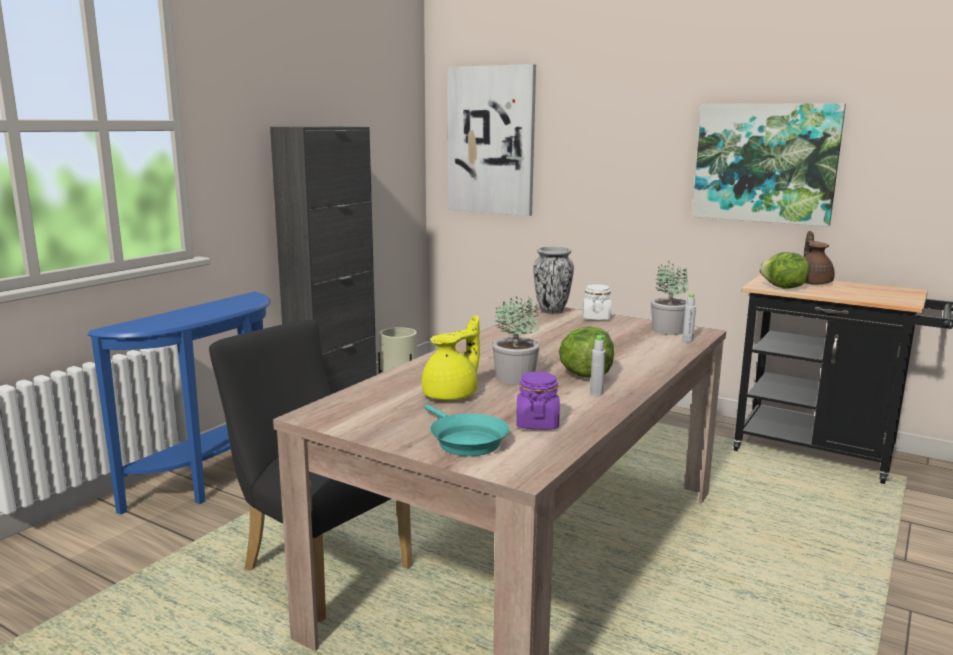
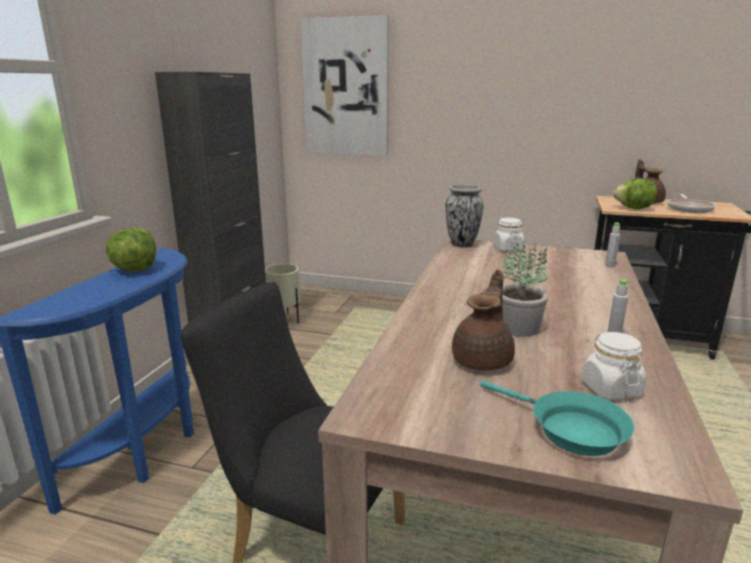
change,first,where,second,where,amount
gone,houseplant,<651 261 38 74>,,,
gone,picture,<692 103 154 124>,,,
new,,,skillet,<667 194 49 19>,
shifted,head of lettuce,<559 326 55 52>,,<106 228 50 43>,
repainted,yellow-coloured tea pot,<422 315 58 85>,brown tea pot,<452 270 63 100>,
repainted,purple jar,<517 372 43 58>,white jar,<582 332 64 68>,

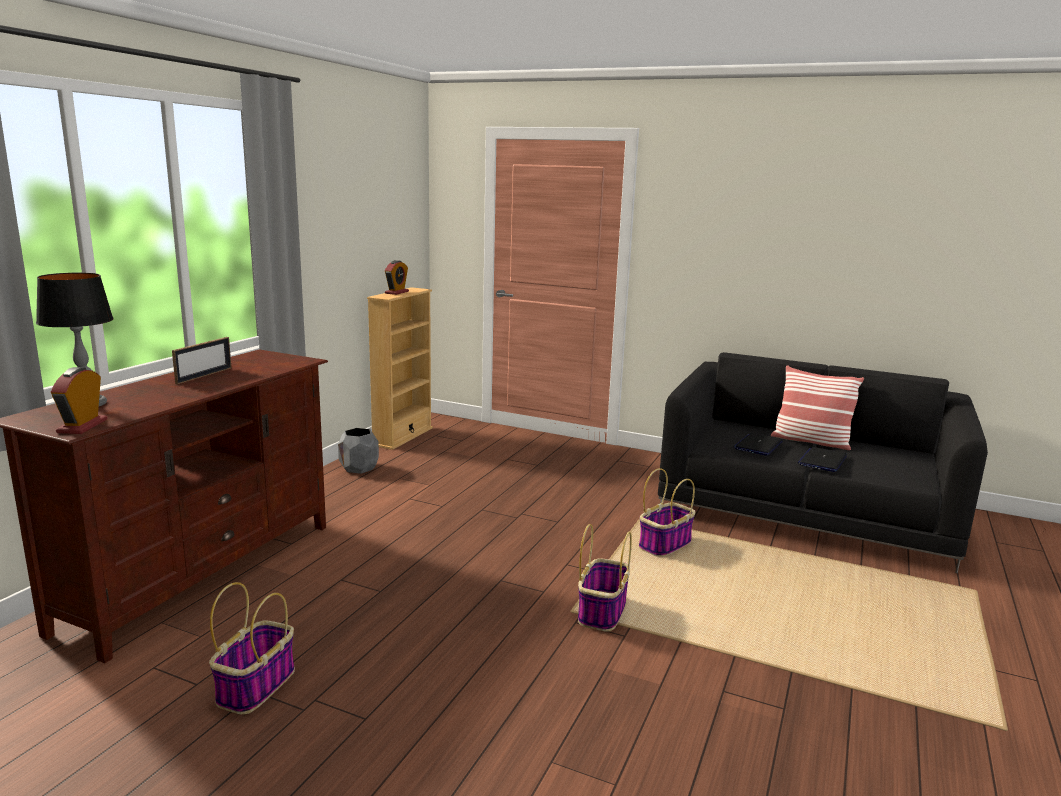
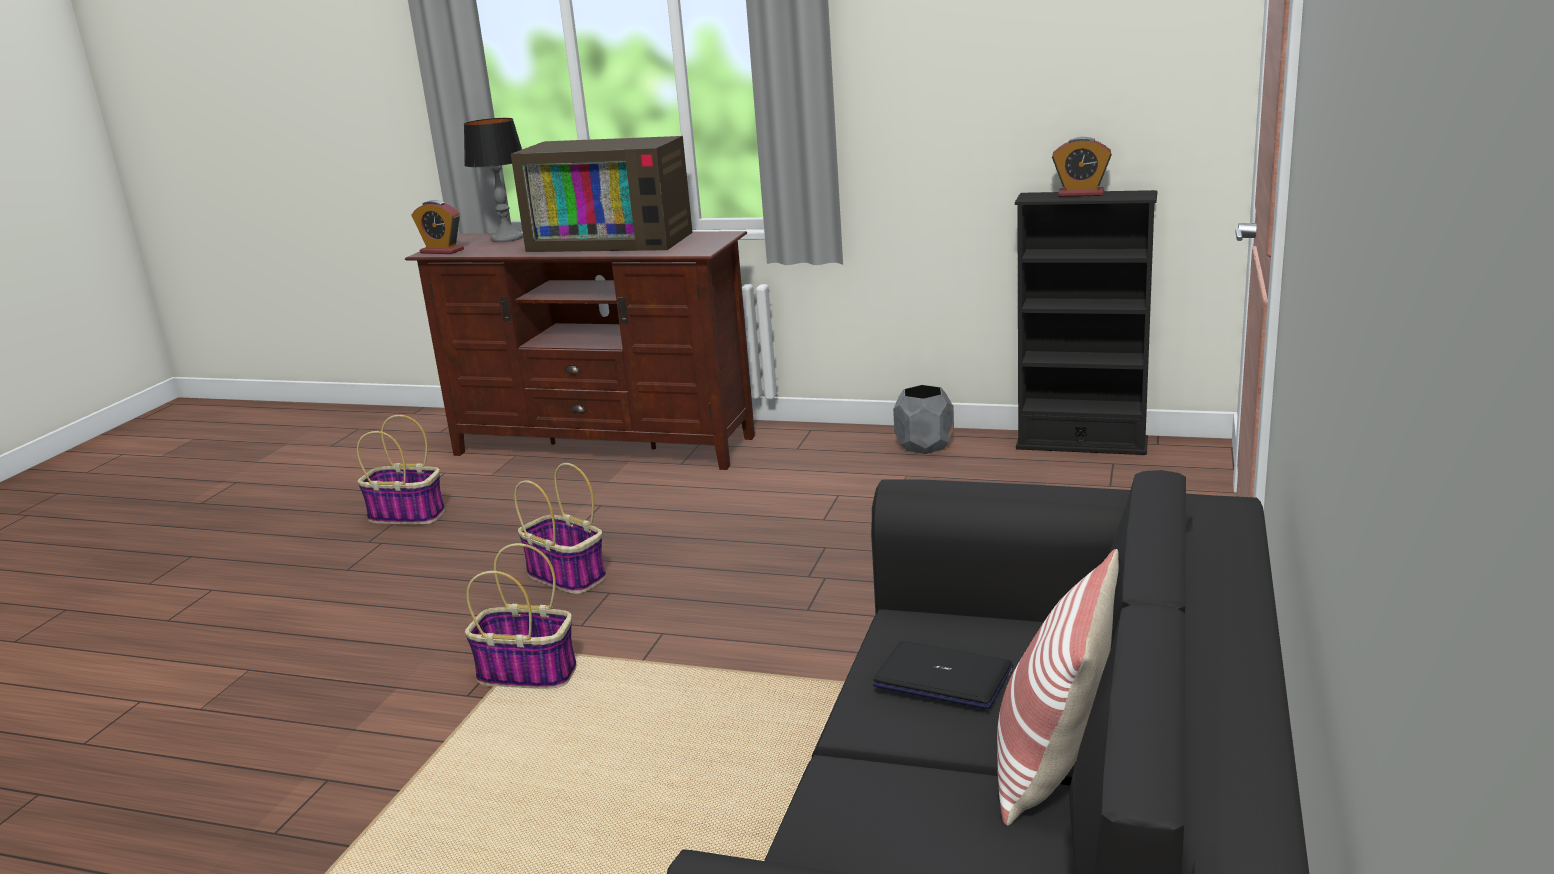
change,first,where,second,where,amount
gone,laptop,<798 447 49 25>,,,
shifted,storage basket,<639 468 56 89>,,<514 463 92 131>,
swapped,standing frame,<172 337 59 47>,TV set,<511 136 182 116>,
repainted,beige bookcase,<367 287 66 163>,blackish bookcase,<1015 190 142 265>,
rotated,alarm clock,<51 367 57 67>,,<412 200 52 54>,150 degrees counterclockwise

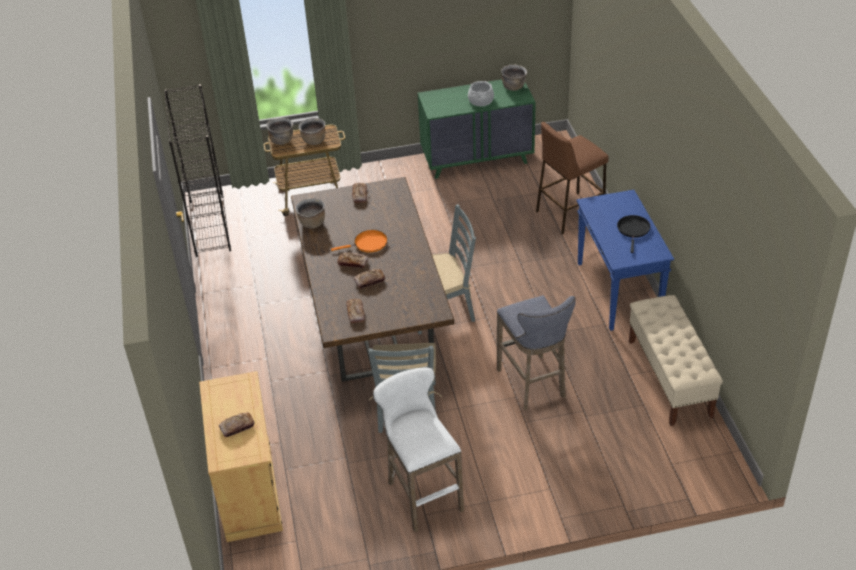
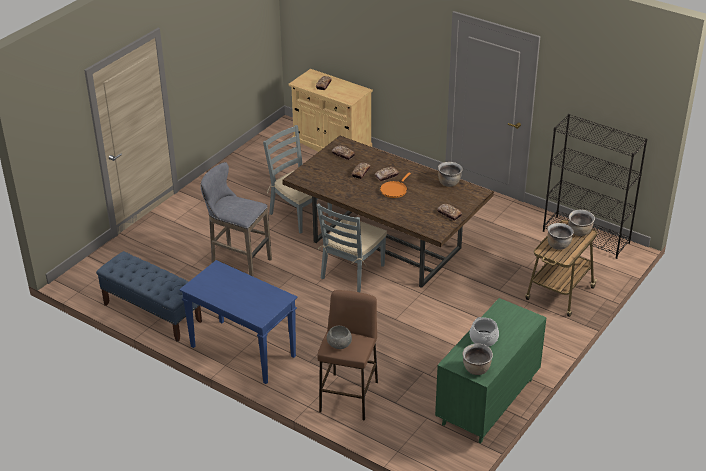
change,first,where,second,where,amount
gone,white stool,<373 367 91 165>,,,
gone,blackish skillet,<617 215 33 38>,,,
new,,,grey bowl,<327 326 25 23>,
repainted,beige long seat,<629 295 94 131>,bluish long seat,<96 251 106 91>,

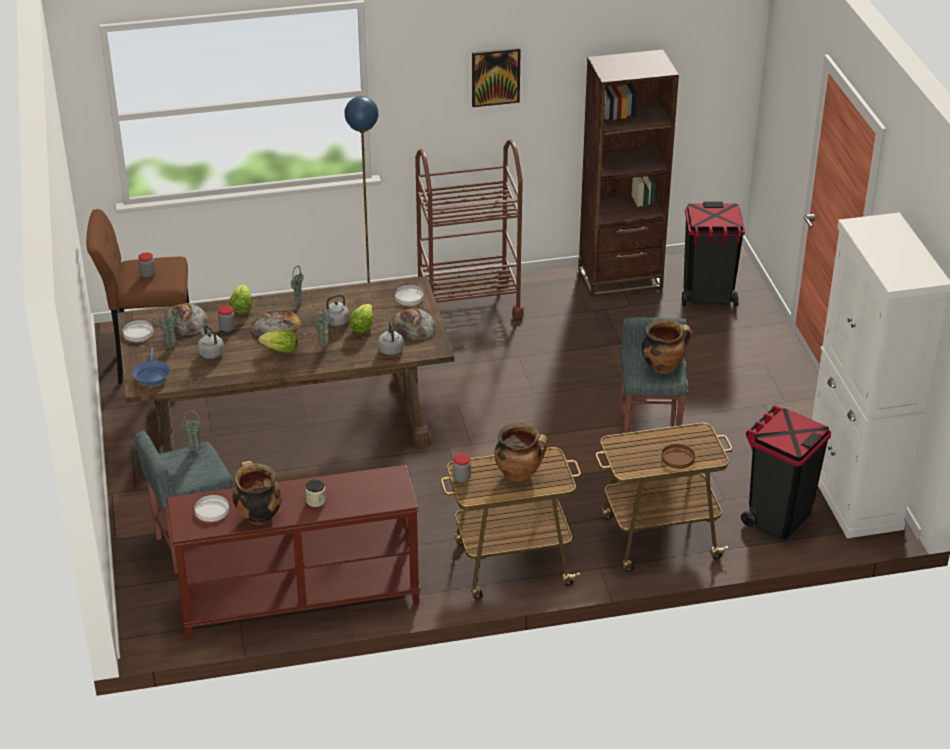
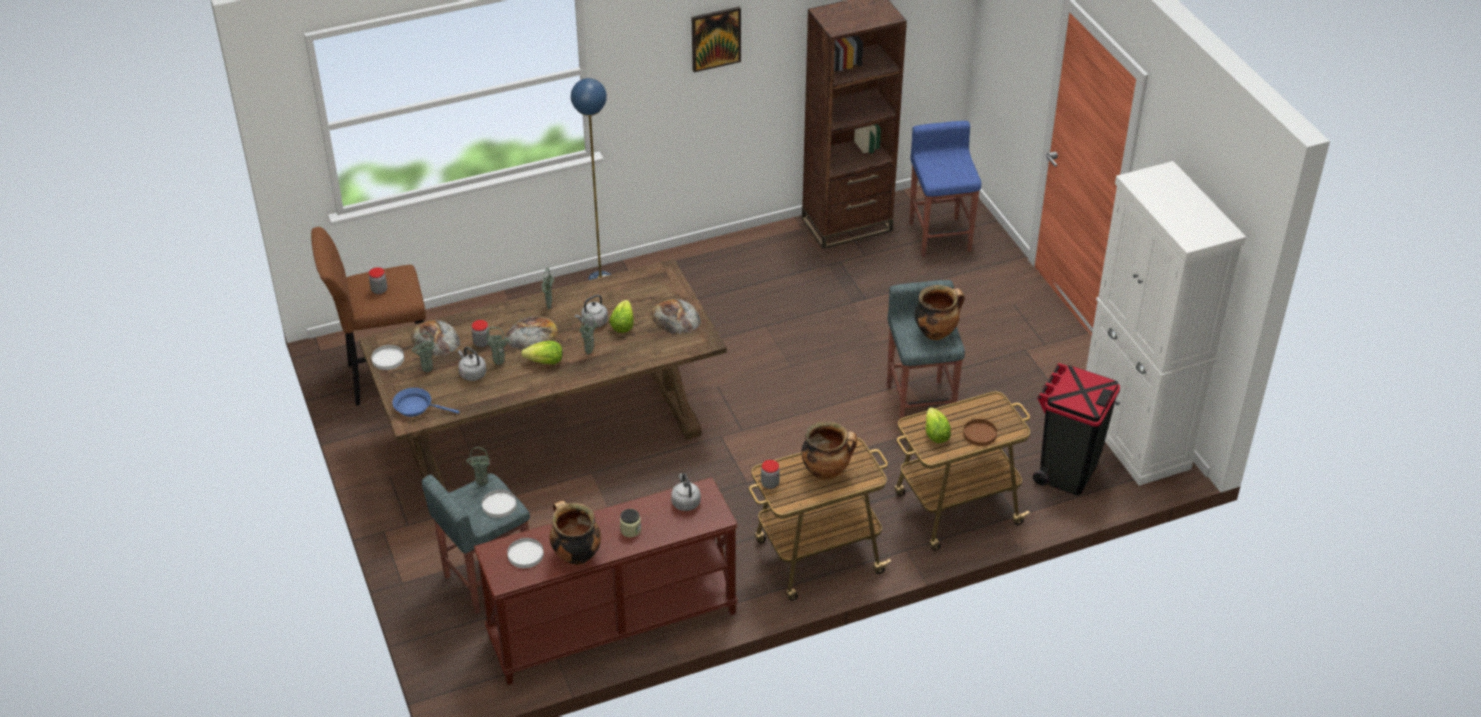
change,first,where,second,where,amount
gone,brown wheeled cart,<415 140 109 179>,,,
new,,,green-coloured vase,<486 327 24 38>,
shifted,head of lettuce,<229 284 23 30>,,<925 407 26 36>,
shifted,grey kettle,<378 321 25 34>,,<671 473 30 38>,
shifted,white dinner plate,<395 285 29 20>,,<482 489 35 29>,
swapped,blackish waste bin,<682 201 63 105>,bluish stool,<909 121 72 136>,
rotated,bluish skillet,<133 348 37 38>,,<392 388 67 29>,120 degrees clockwise

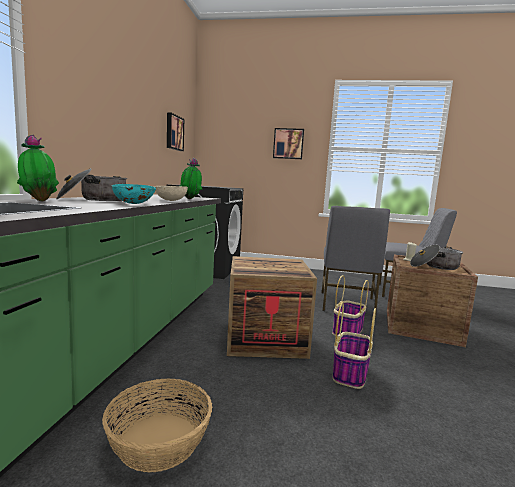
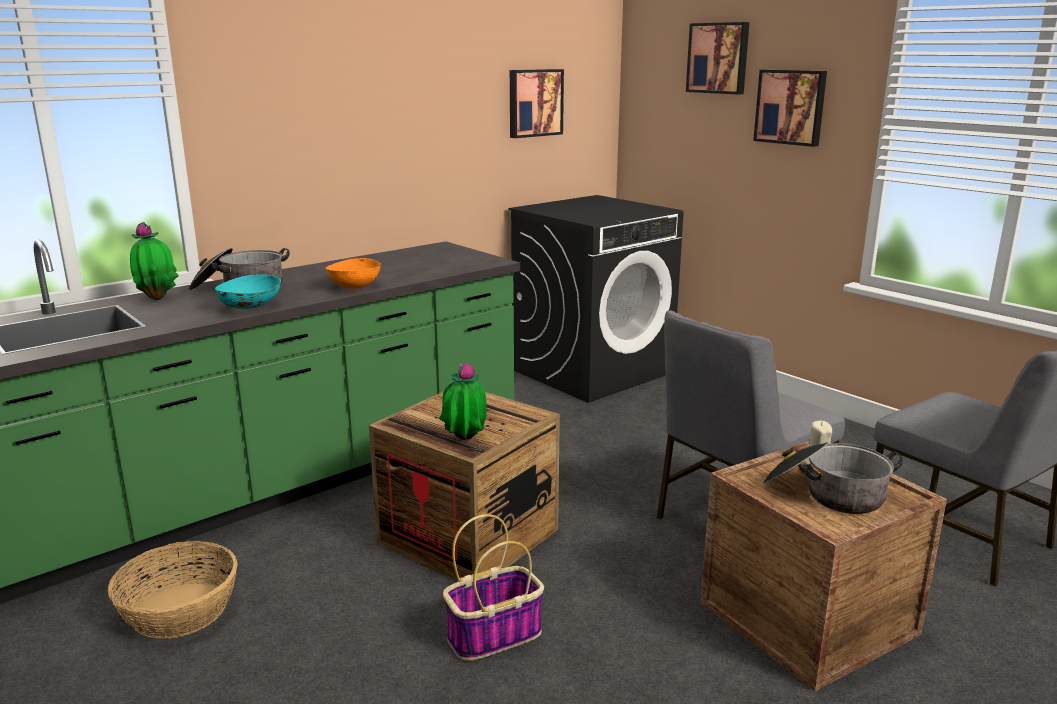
change,first,where,second,where,amount
gone,storage basket,<332 275 37 61>,,,
new,,,picture,<686 22 63 73>,
shifted,houseplant,<179 158 23 41>,,<439 362 48 78>,
repainted,beige bowl,<153 186 35 15>,orangey bowl,<326 258 55 31>,

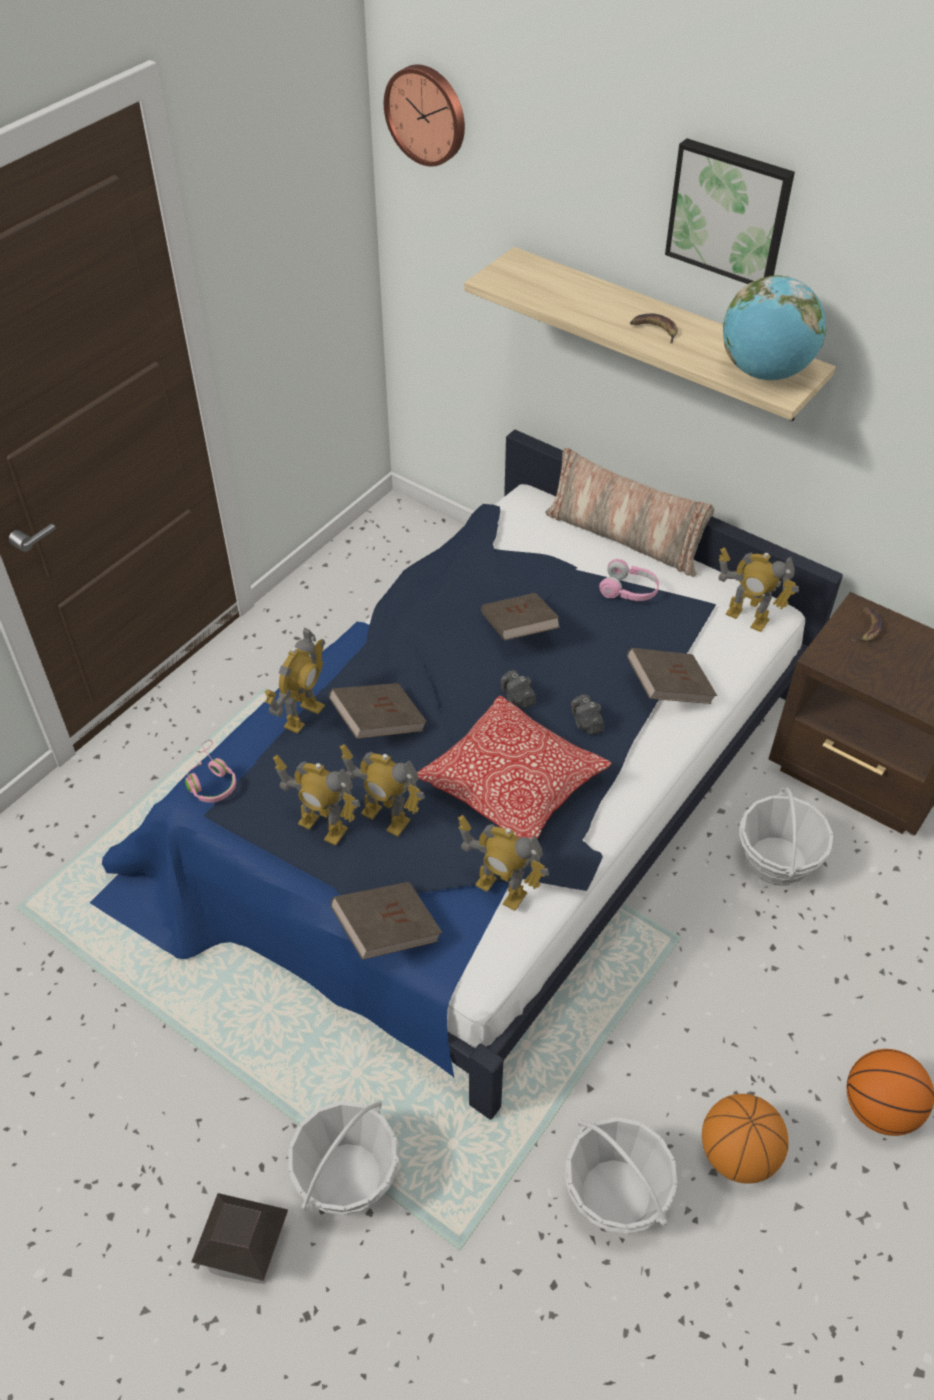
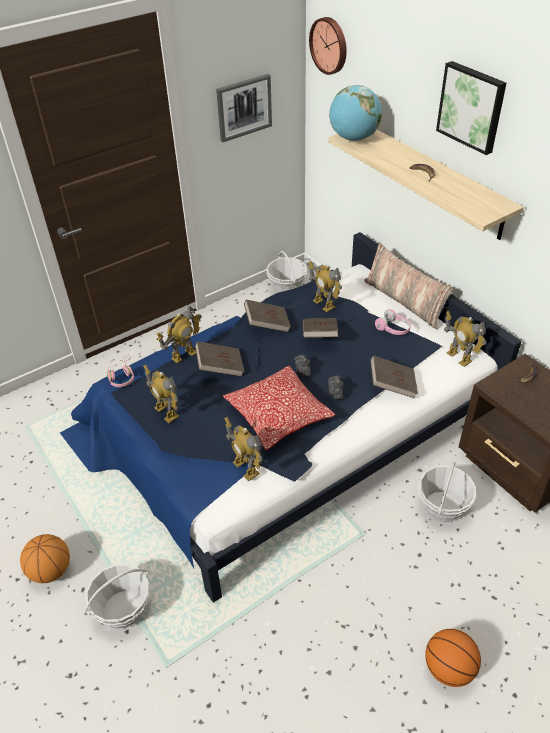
change,first,where,second,where,amount
gone,model house,<191 1193 97 91>,,,
new,,,picture,<216 74 56 68>,
shifted,brown bound book,<330 882 112 78>,,<244 299 47 33>,
shifted,robot figure,<340 744 85 92>,,<309 261 33 51>,
shifted,storage basket,<565 1117 112 116>,,<266 251 41 42>,
shifted,basketball,<702 1094 86 90>,,<20 534 50 49>,
shifted,desk globe,<723 275 103 105>,,<329 85 53 56>,

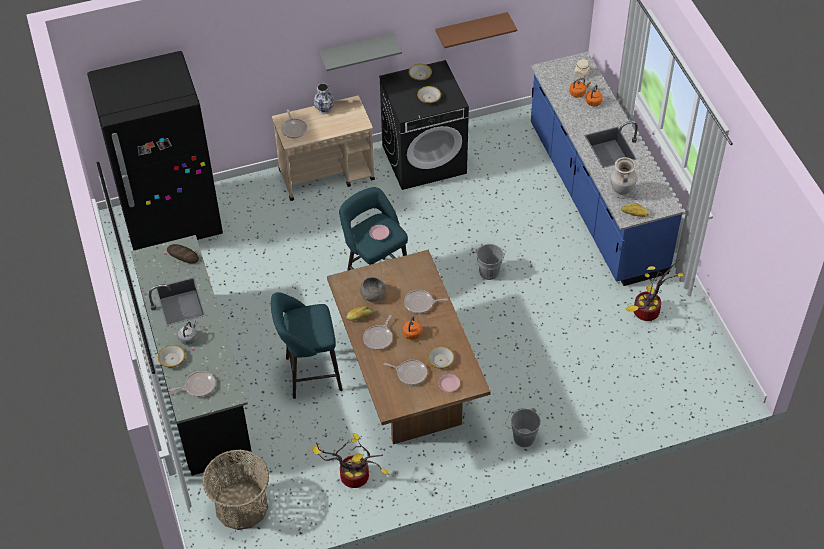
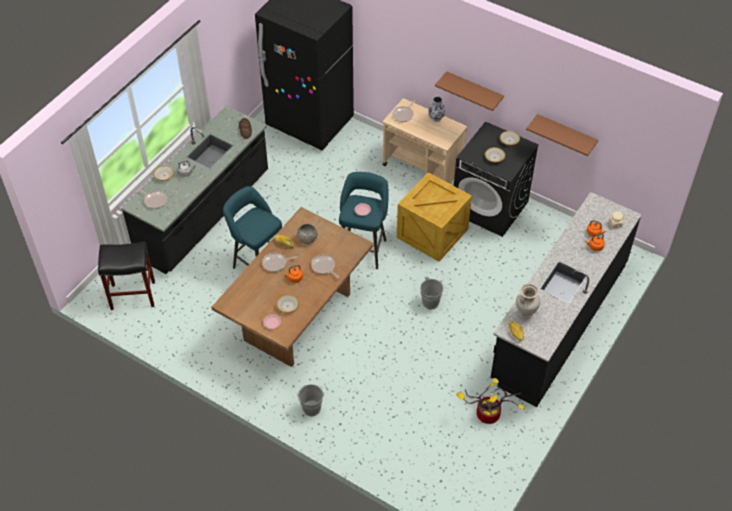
change,first,where,second,where,amount
gone,houseplant,<312 433 77 55>,,,
gone,skillet,<384 360 43 25>,,,
new,,,shipping crate,<397 172 75 90>,
swapped,storage basket,<202 450 67 80>,blackish stool,<98 241 57 69>,
repainted,grey shelf,<319 34 83 37>,brown shelf,<435 71 69 40>,
repainted,bluish counter,<531 52 152 234>,blackish counter,<491 192 151 215>,

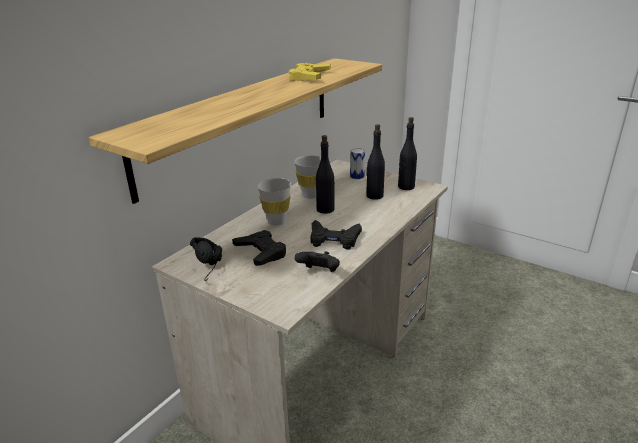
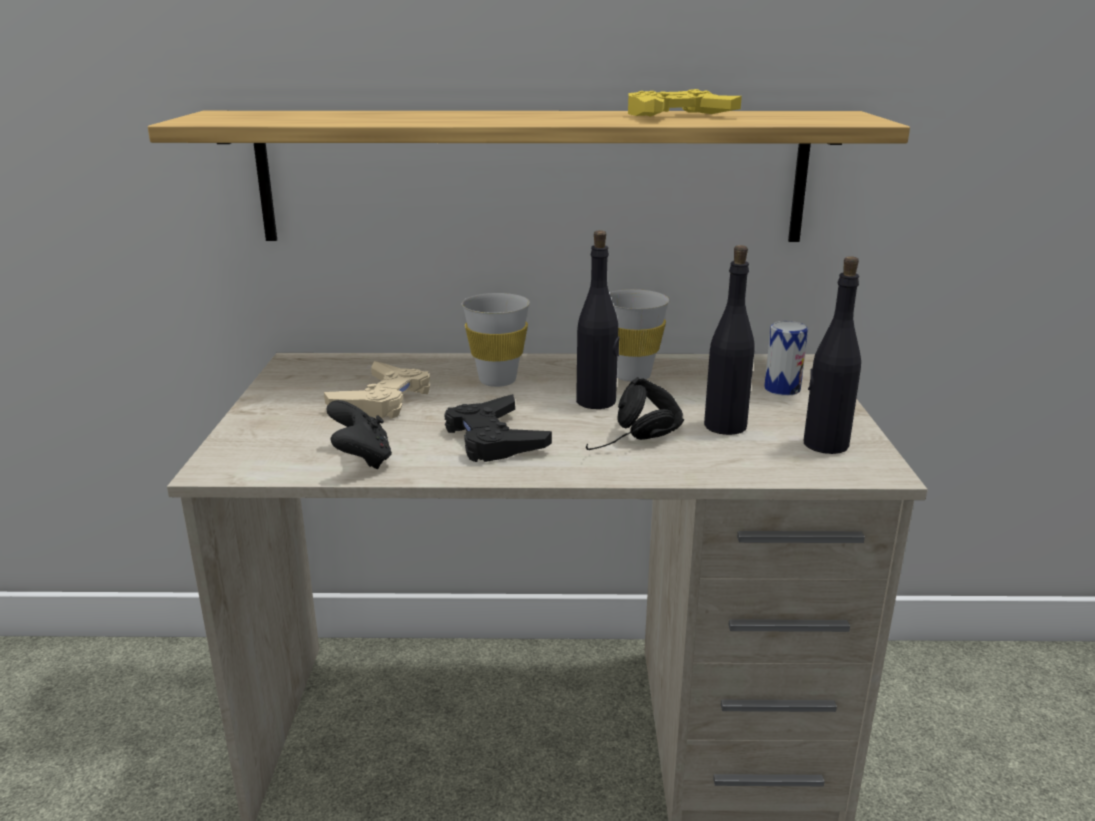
change,first,where,second,where,amount
shifted,blackish pair of headphones,<190 237 32 44>,,<586 377 98 73>,
repainted,blackish gamepad,<232 230 54 36>,beige gamepad,<324 361 106 58>,

